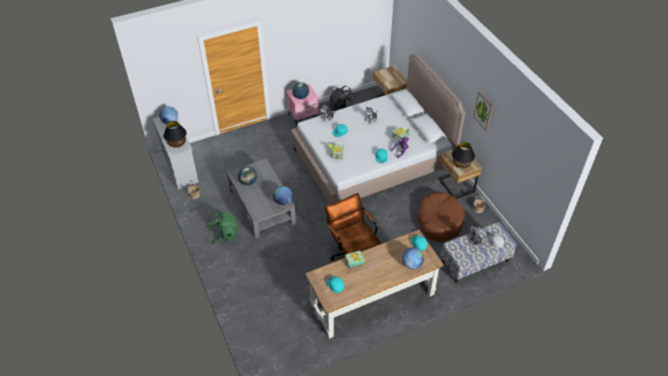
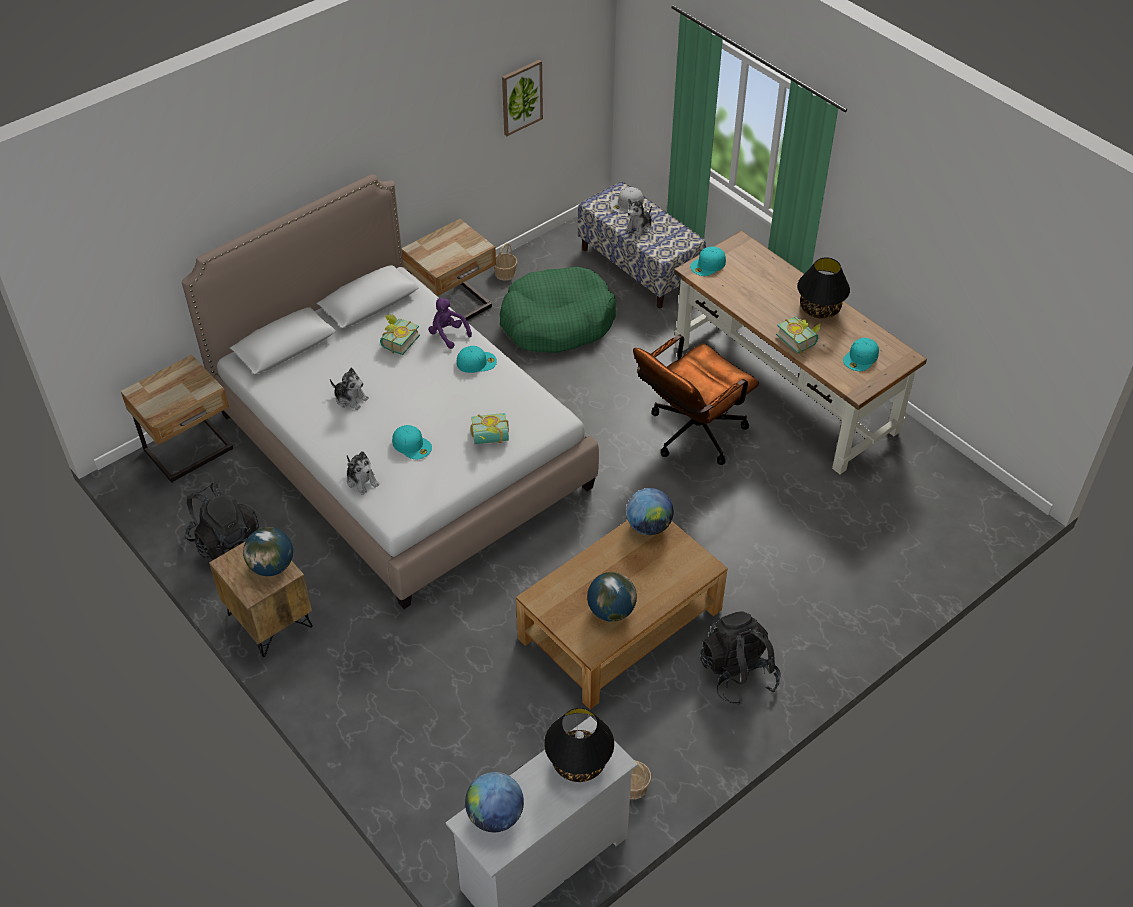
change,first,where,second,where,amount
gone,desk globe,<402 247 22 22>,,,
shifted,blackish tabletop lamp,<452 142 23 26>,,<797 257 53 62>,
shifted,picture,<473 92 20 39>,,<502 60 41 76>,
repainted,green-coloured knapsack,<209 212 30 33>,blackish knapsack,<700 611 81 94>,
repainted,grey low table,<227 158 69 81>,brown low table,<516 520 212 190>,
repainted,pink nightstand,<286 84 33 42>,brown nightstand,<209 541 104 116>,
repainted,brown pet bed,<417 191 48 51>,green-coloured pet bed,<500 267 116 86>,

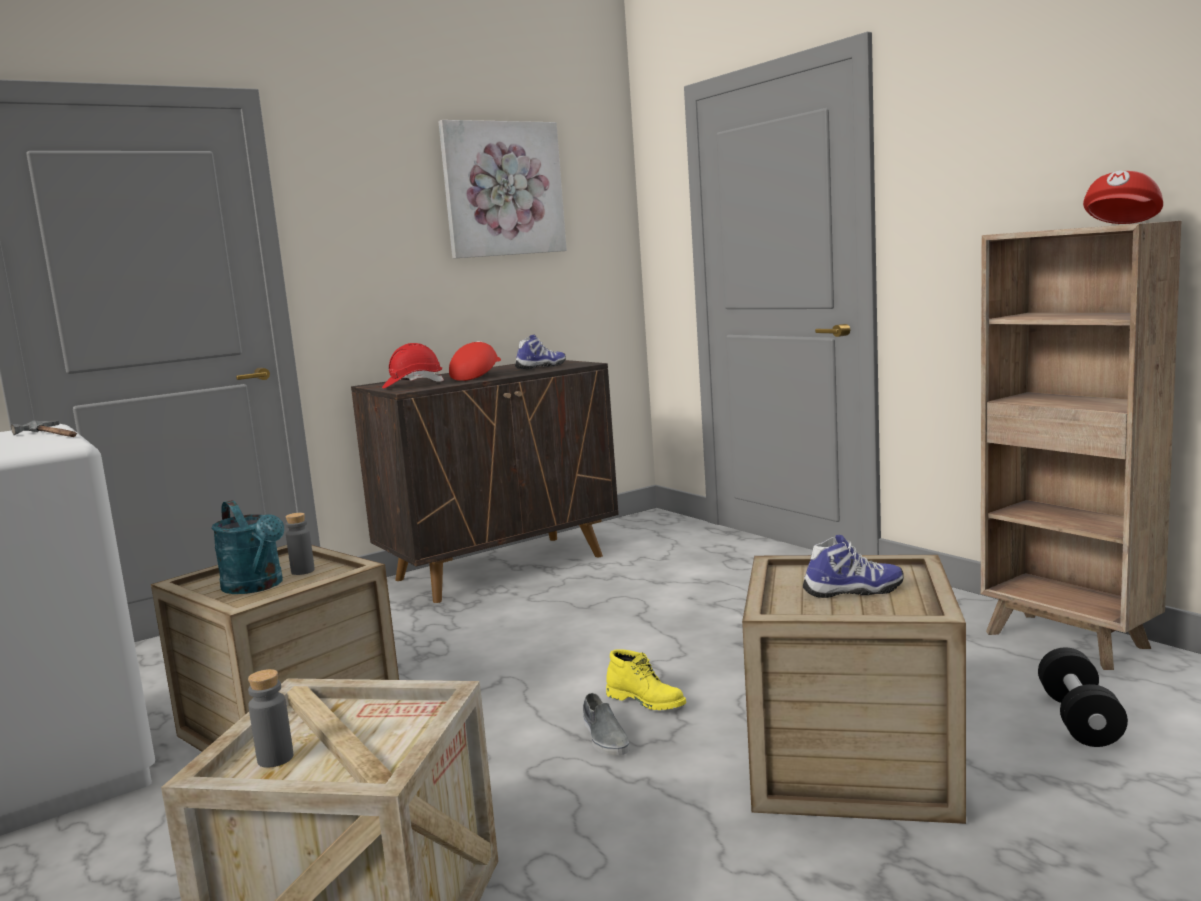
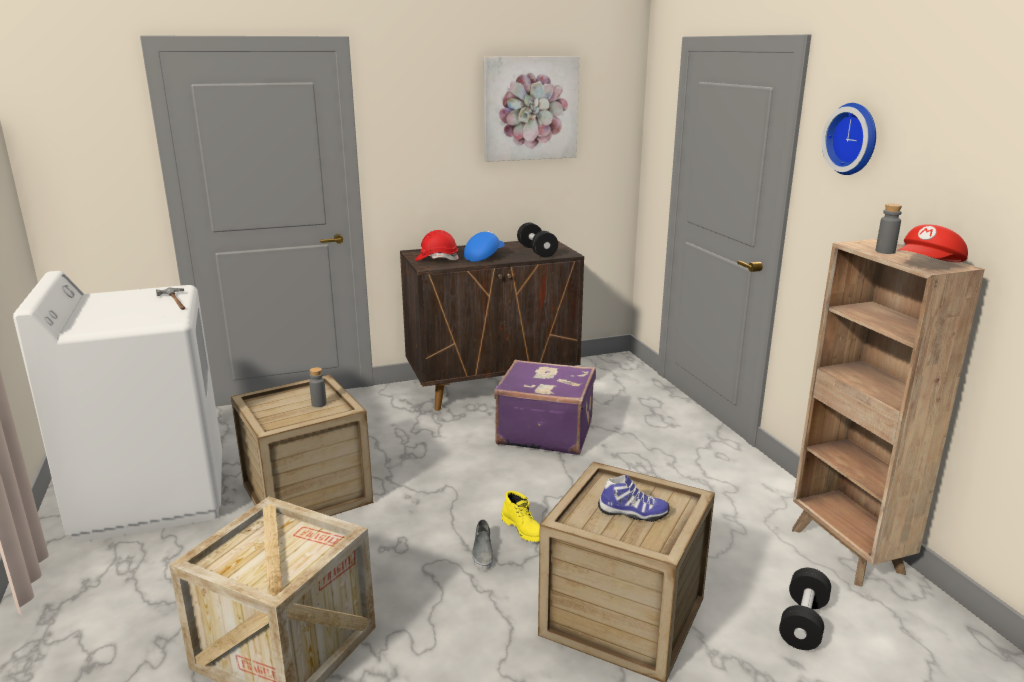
change,first,where,second,where,amount
gone,turquoise watering can,<211 500 73 94>,,,
new,,,purple suitcase,<494 360 102 95>,
new,,,hanging clock,<822 103 54 72>,
shifted,grey drink bottle,<248 669 45 99>,,<876 204 26 50>,
swapped,item of footwear,<515 335 51 34>,blackish hand weight,<517 222 41 36>,
repainted,red baseball cap,<449 341 52 40>,bluish baseball cap,<464 231 41 31>,

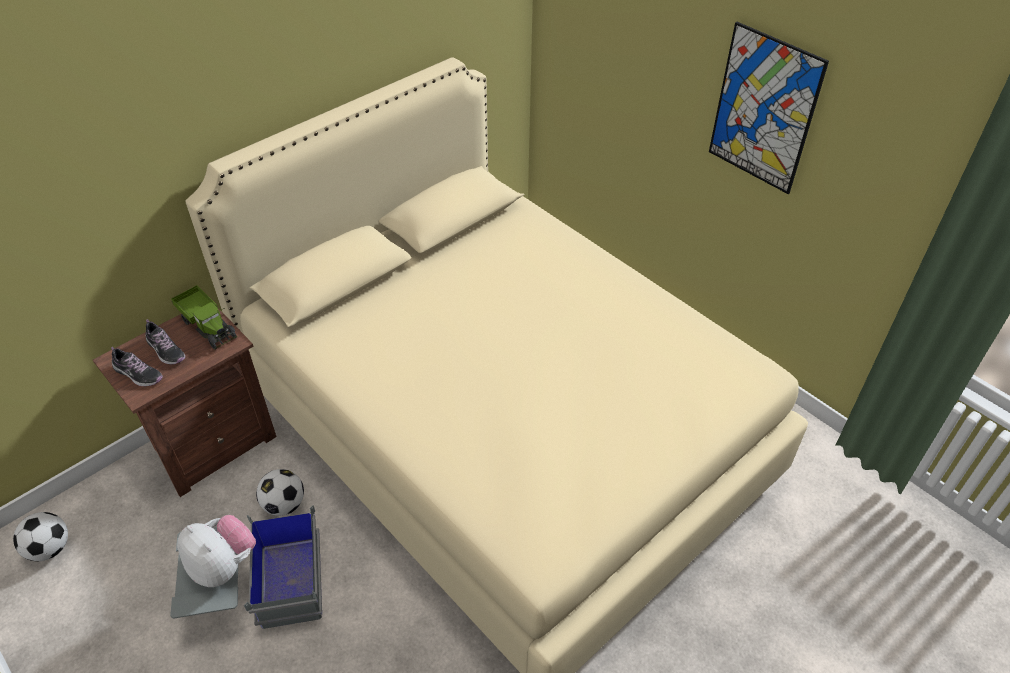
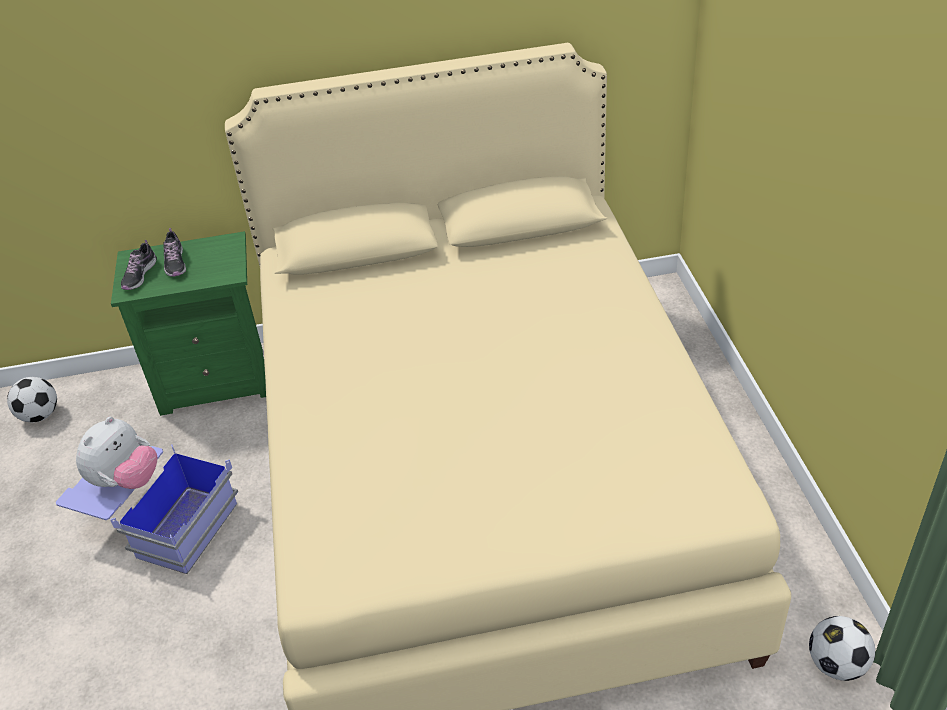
change,first,where,second,where,amount
gone,toy truck,<171 285 66 65>,,,
gone,picture,<709 22 120 172>,,,
shifted,ball for football,<256 469 48 47>,,<809 616 66 65>,
repainted,brown nightstand,<93 308 184 189>,green-coloured nightstand,<111 231 155 185>,
repainted,grey storage bin,<170 505 152 124>,bluish storage bin,<56 444 182 130>,
rotated,item of footwear,<111 347 52 39>,,<121 240 36 50>,45 degrees clockwise
rotated,soft toy,<177 515 79 72>,,<76 417 81 72>,45 degrees clockwise

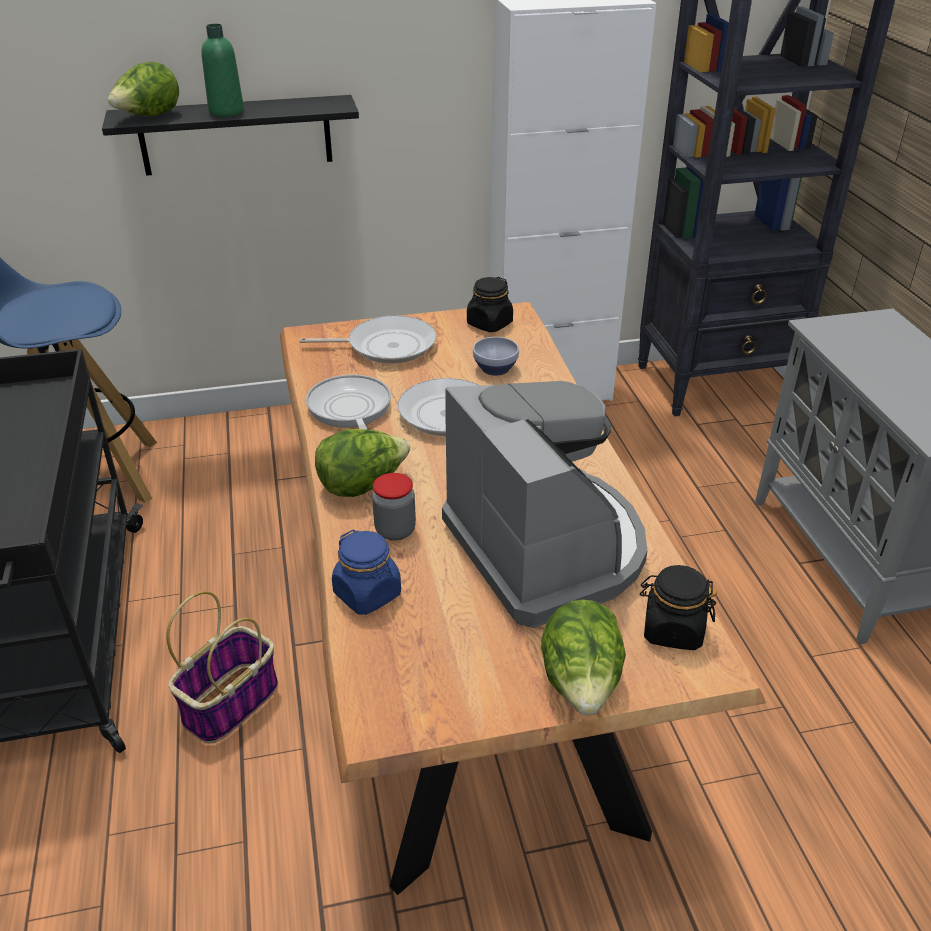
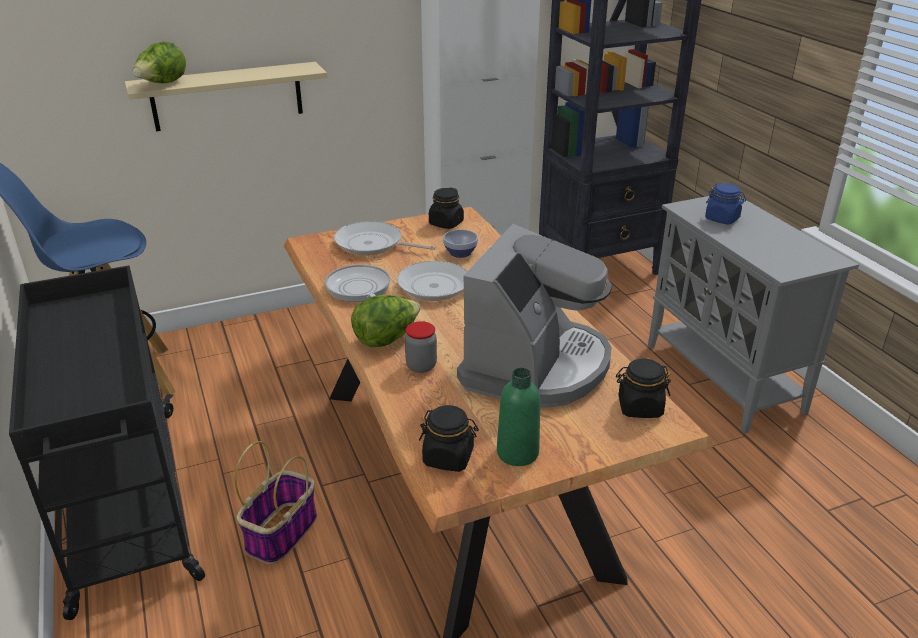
change,first,where,second,where,amount
gone,head of lettuce,<541 599 85 117>,,,
new,,,blackish jar,<419 405 60 67>,
shifted,green-coloured drink bottle,<202 24 42 93>,,<497 368 43 98>,
shifted,bluish jar,<332 530 69 85>,,<705 184 41 40>,
repainted,blackish shelf,<102 95 257 81>,beige shelf,<125 62 202 69>,
rotated,skillet,<300 315 137 49>,,<334 221 102 34>,150 degrees counterclockwise
rotated,coffee brewer,<442 381 205 247>,,<457 224 155 184>,60 degrees clockwise

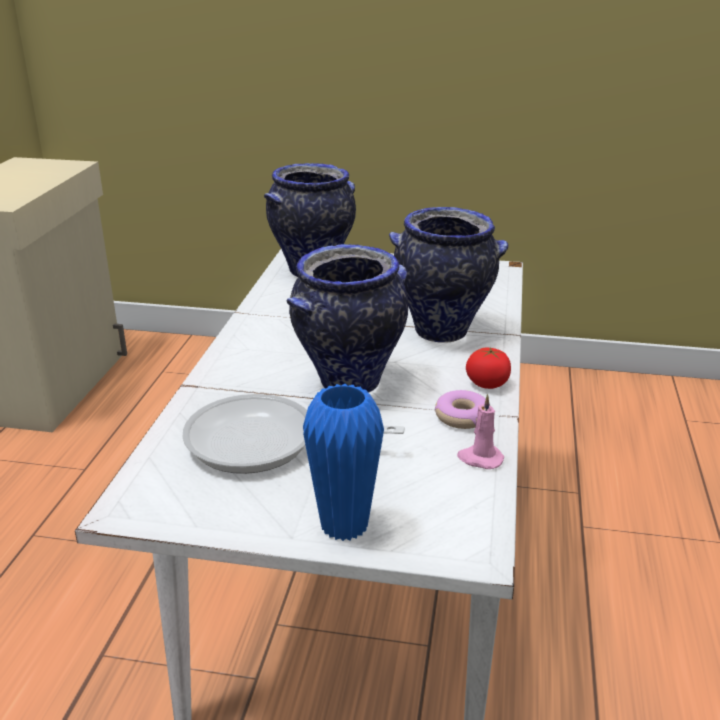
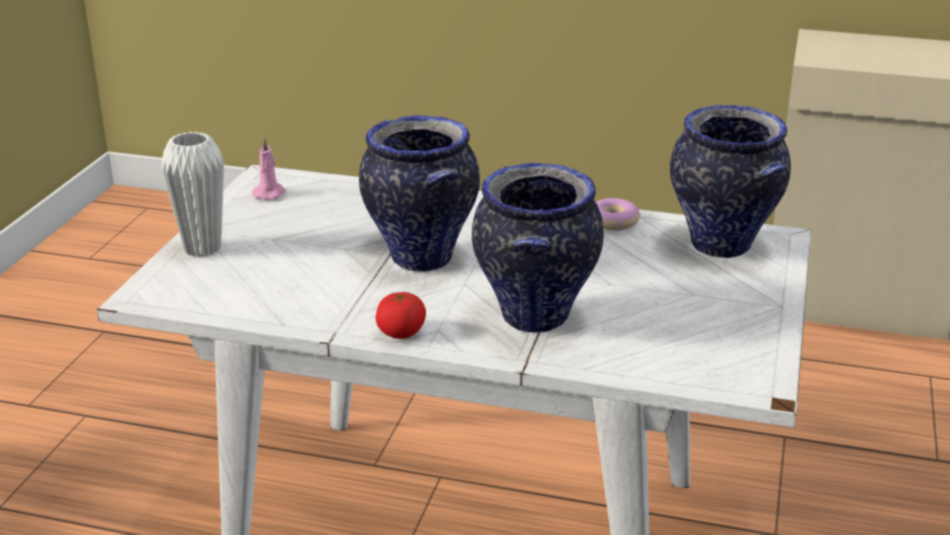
change,first,where,second,where,amount
gone,skillet,<182 394 223 80>,,,
shifted,ring doughnut,<435 390 55 39>,,<596 198 44 32>,
shifted,pink candle,<457 394 47 75>,,<252 137 34 63>,
repainted,bluish vase,<303 384 81 157>,white vase,<161 132 63 125>,

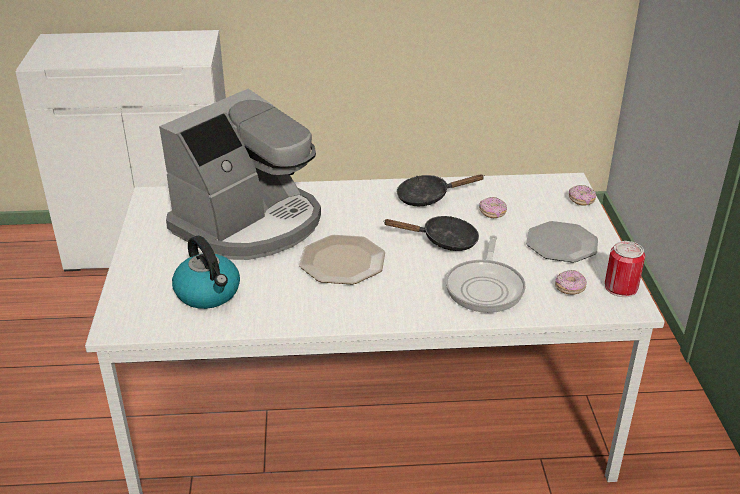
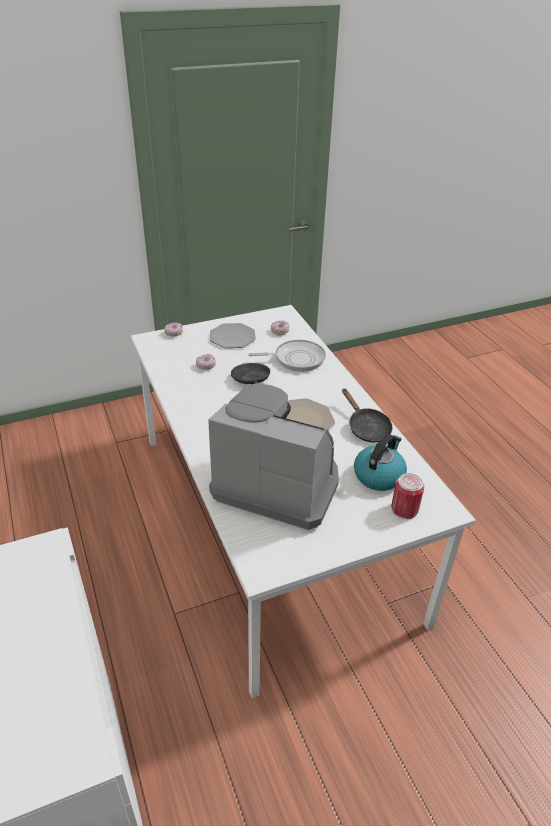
change,first,where,second,where,amount
shifted,blackish skillet,<397 174 88 32>,,<342 388 51 55>,
shifted,metal can,<605 241 40 56>,,<391 473 33 46>,

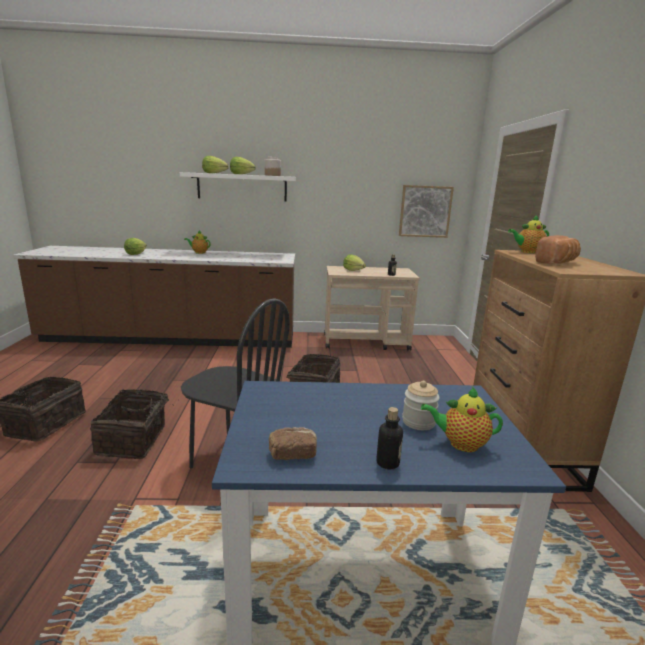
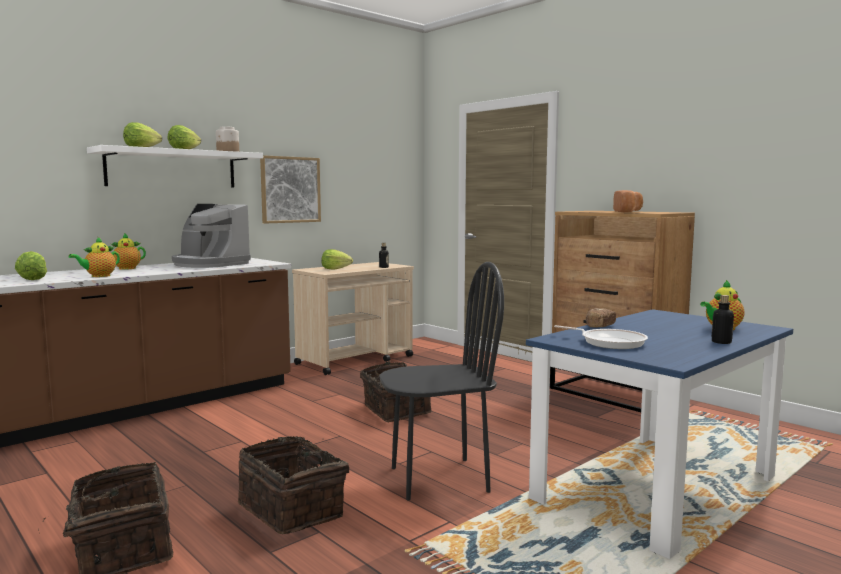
change,first,where,second,where,amount
gone,jar,<402 381 38 49>,,,
new,,,coffee brewer,<172 204 79 64>,
new,,,skillet,<554 325 94 24>,
shifted,bread,<269 427 48 33>,,<586 308 30 20>,
shifted,picture,<399 185 55 53>,,<260 155 61 69>,
shifted,tea pot,<508 215 41 38>,,<69 237 51 40>,

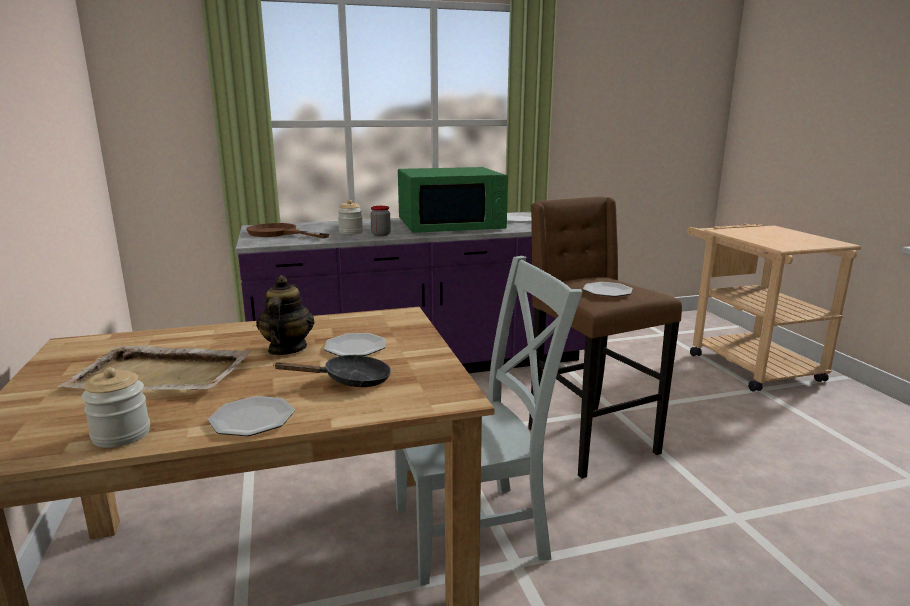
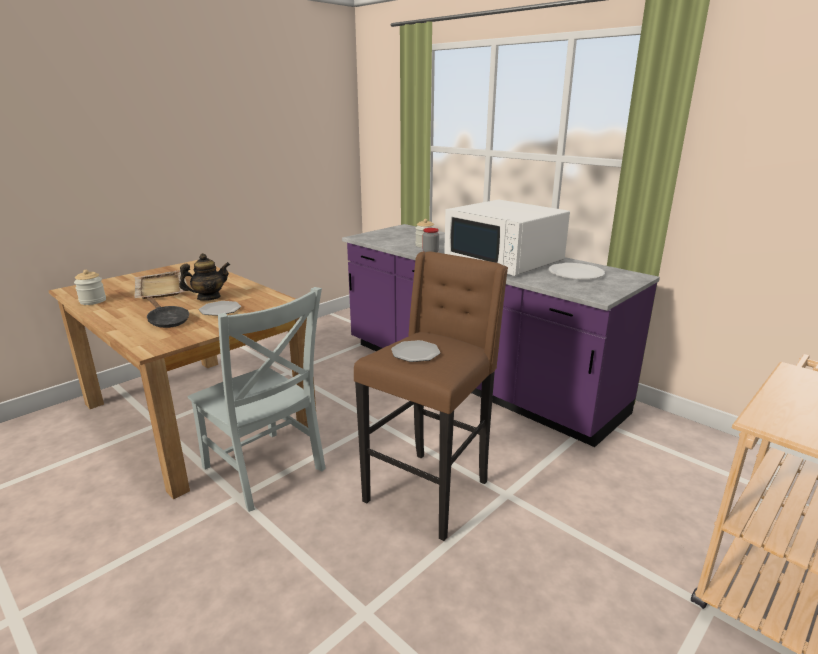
change,first,where,second,where,amount
gone,dinner plate,<208 396 87 40>,,,
gone,brown skillet,<246 223 83 16>,,,
repainted,green-coloured microwave oven,<398 167 110 66>,white microwave oven,<444 200 126 76>,

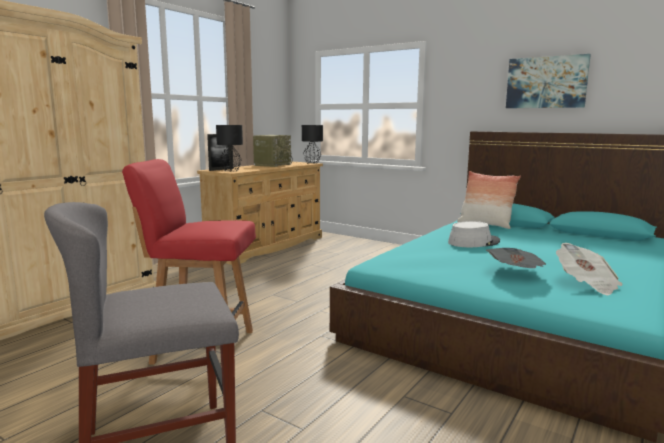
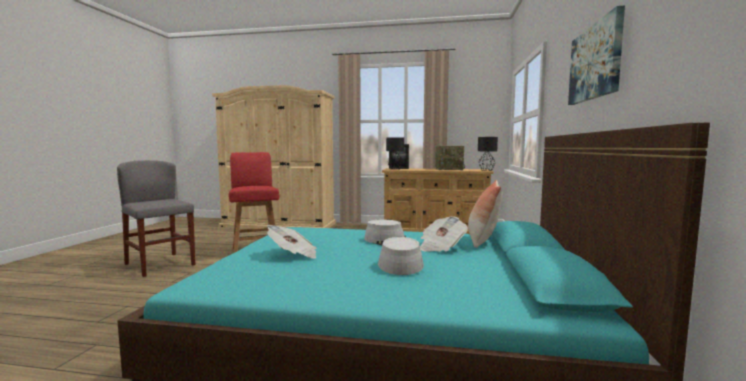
change,first,where,second,where,amount
new,,,grey wearable hat,<378 237 46 38>,
shifted,newspaper,<556 243 67 53>,,<420 216 48 36>,

